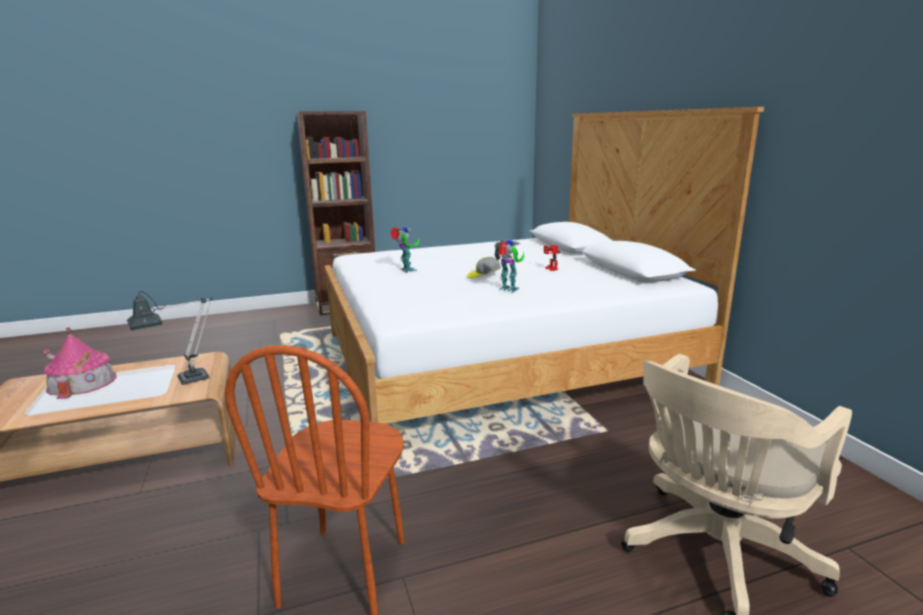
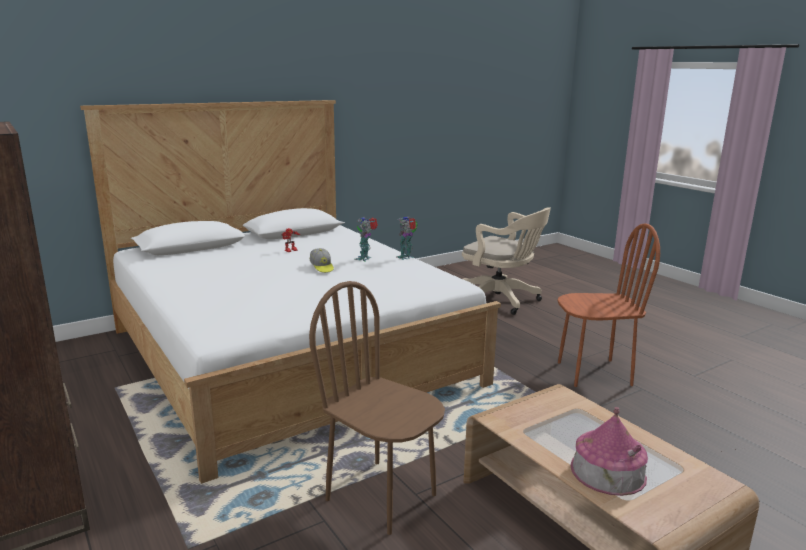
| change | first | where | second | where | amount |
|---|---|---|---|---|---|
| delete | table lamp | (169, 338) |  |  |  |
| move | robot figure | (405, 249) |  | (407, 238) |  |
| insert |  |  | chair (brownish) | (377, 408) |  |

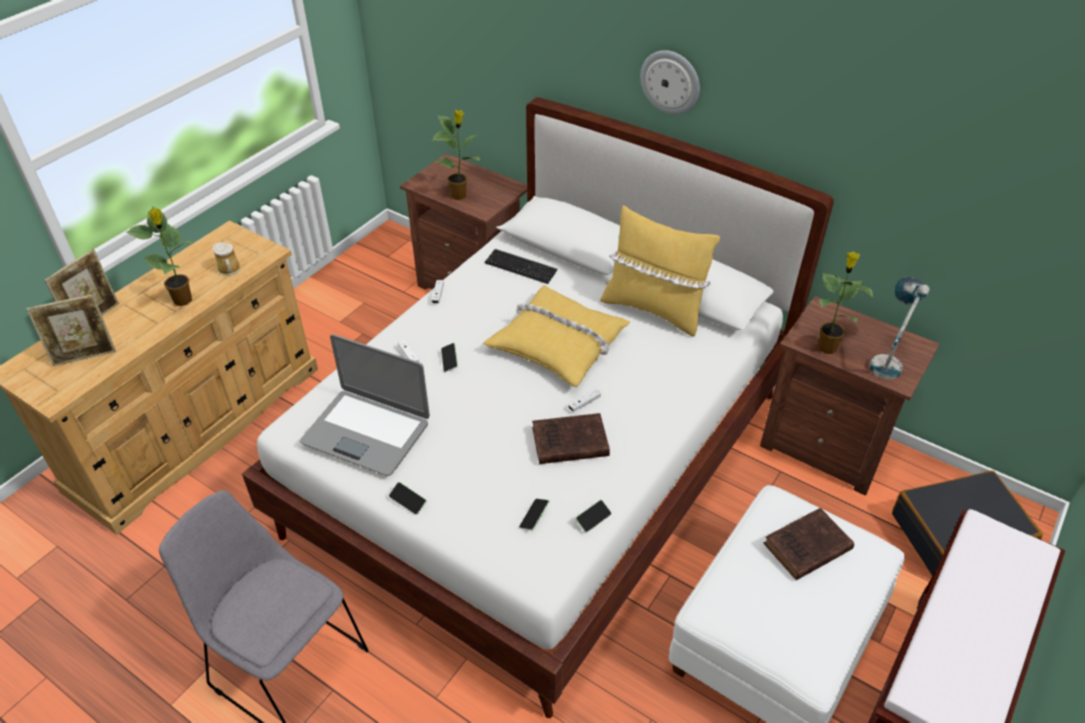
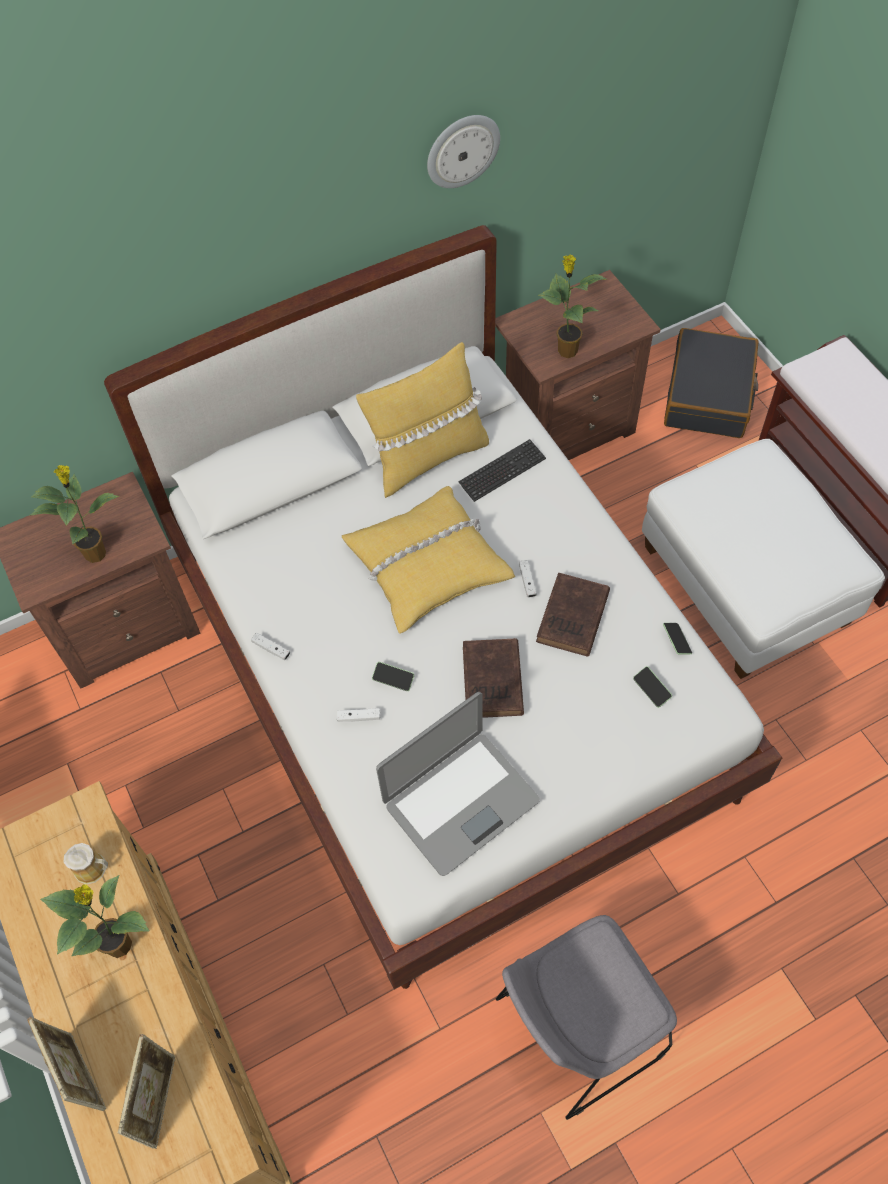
| change | first | where | second | where | amount |
|---|---|---|---|---|---|
| delete | phone | (407, 498) |  |  |  |
| move | PC keyboard | (521, 266) |  | (502, 470) |  |
| move | hanging clock | (670, 82) |  | (463, 151) |  |
| move | bound book (brownish) | (809, 544) |  | (493, 678) |  |
| delete | table lamp | (900, 328) |  |  |  |

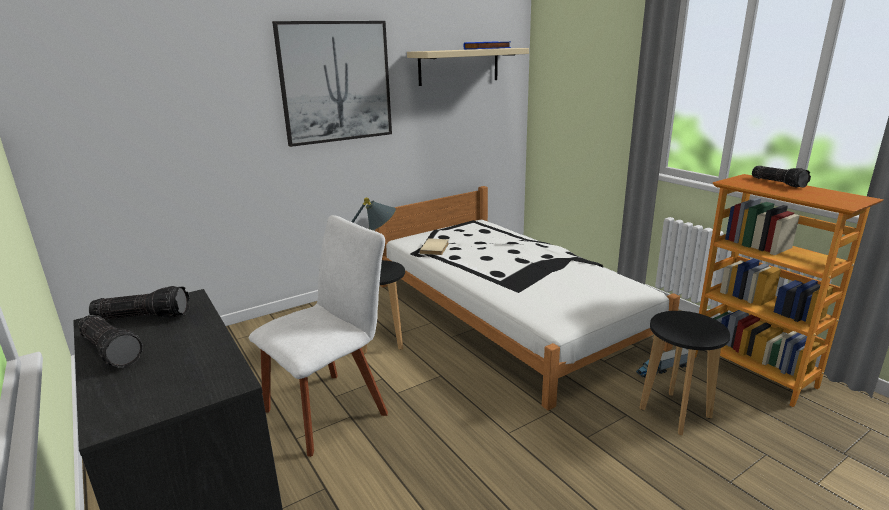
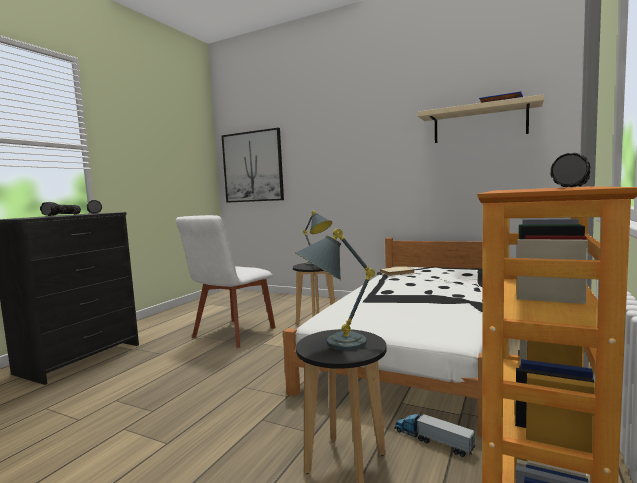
| change | first | where | second | where | amount |
|---|---|---|---|---|---|
| rotate | chair (whitish) | (318, 336) |  | (226, 281) | 105 degrees clockwise |
| move | picture | (332, 84) |  | (252, 165) |  |
| insert |  |  | table lamp (greyish) | (335, 290) |  |

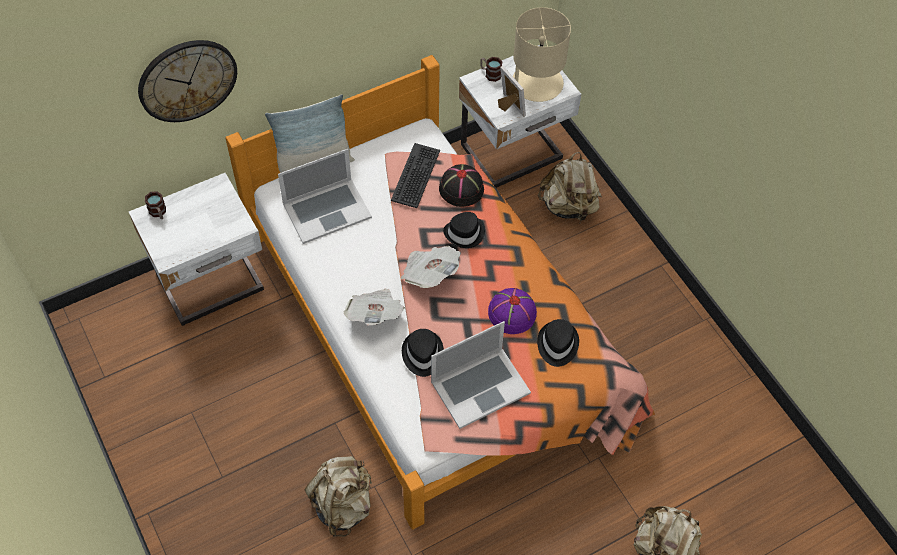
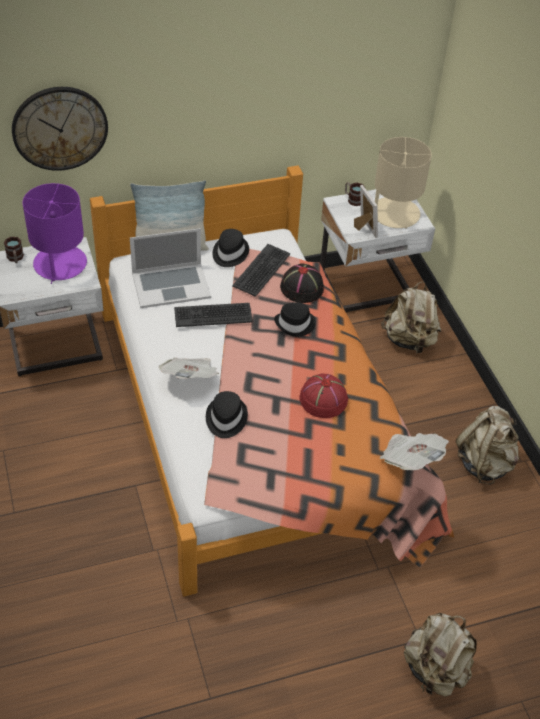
| change | first | where | second | where | amount |
|---|---|---|---|---|---|
| move | backpack (beige-coloured) | (338, 496) |  | (487, 445) |  |
| move | printed paper | (431, 267) |  | (414, 451) |  |
| delete | laptop | (481, 375) |  |  |  |
| recolor | clothing hat (purple) | (512, 311) | clothing hat (red) | (324, 395) |  |
| move | clothing hat (blackish) | (558, 343) |  | (230, 248) |  |
| insert |  |  | table lamp (purple) | (54, 233) |  |
| insert |  |  | PC keyboard | (213, 315) |  |

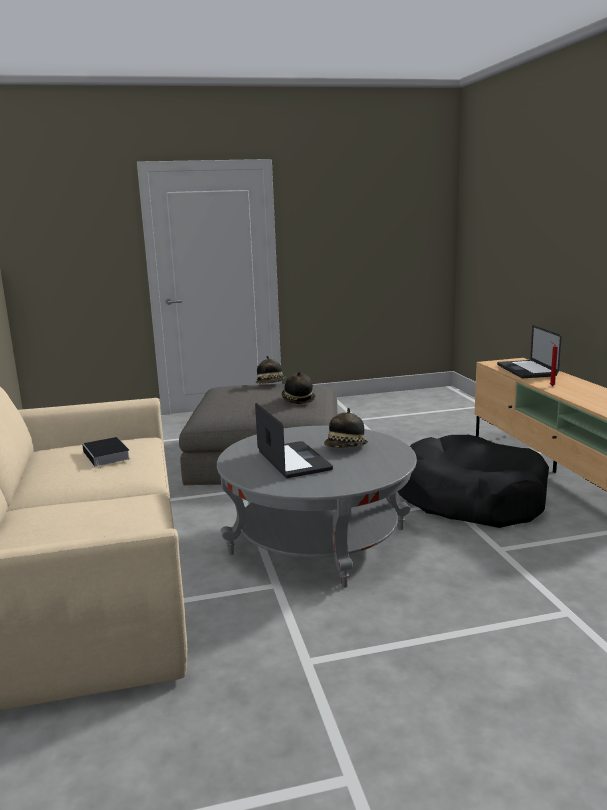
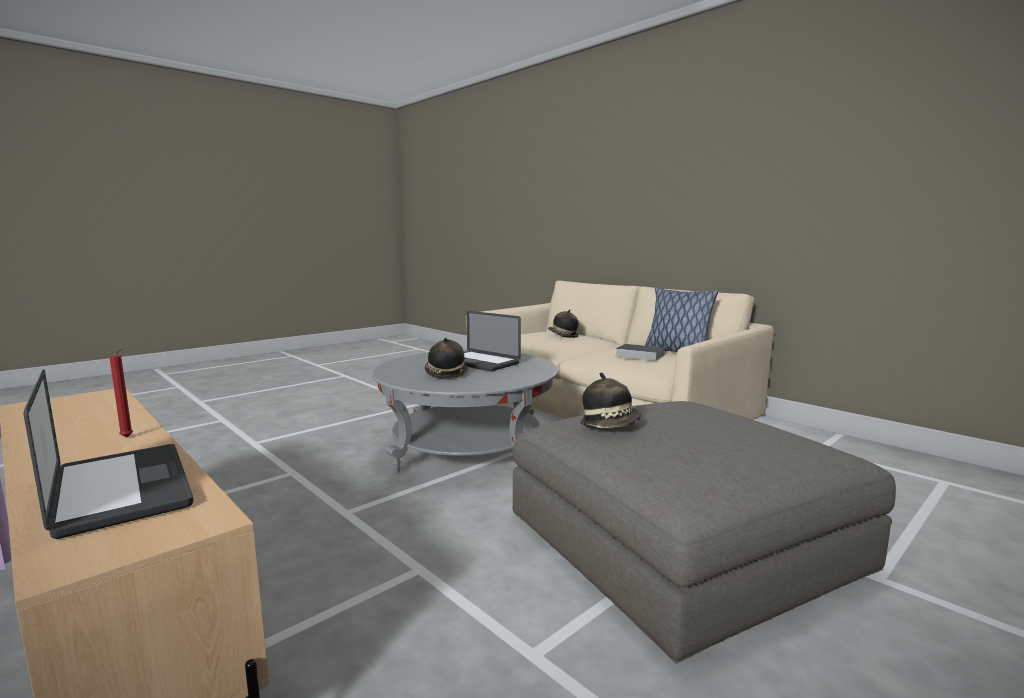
| change | first | where | second | where | amount |
|---|---|---|---|---|---|
| move | clothing hat | (271, 370) |  | (563, 323) |  |
| delete | dog cushion (blackish) | (473, 481) |  |  |  |
| insert |  |  | cushion | (681, 320) |  |

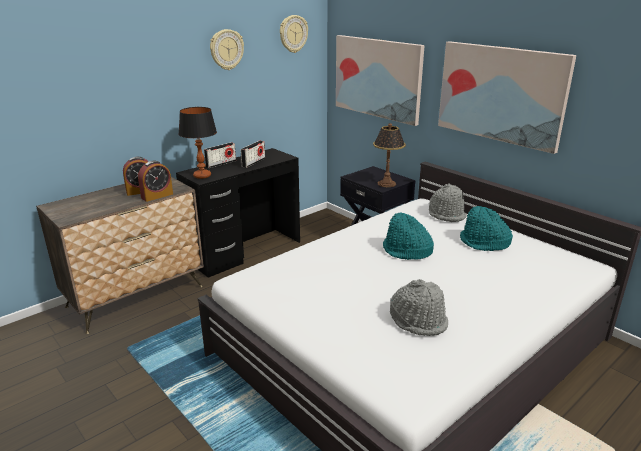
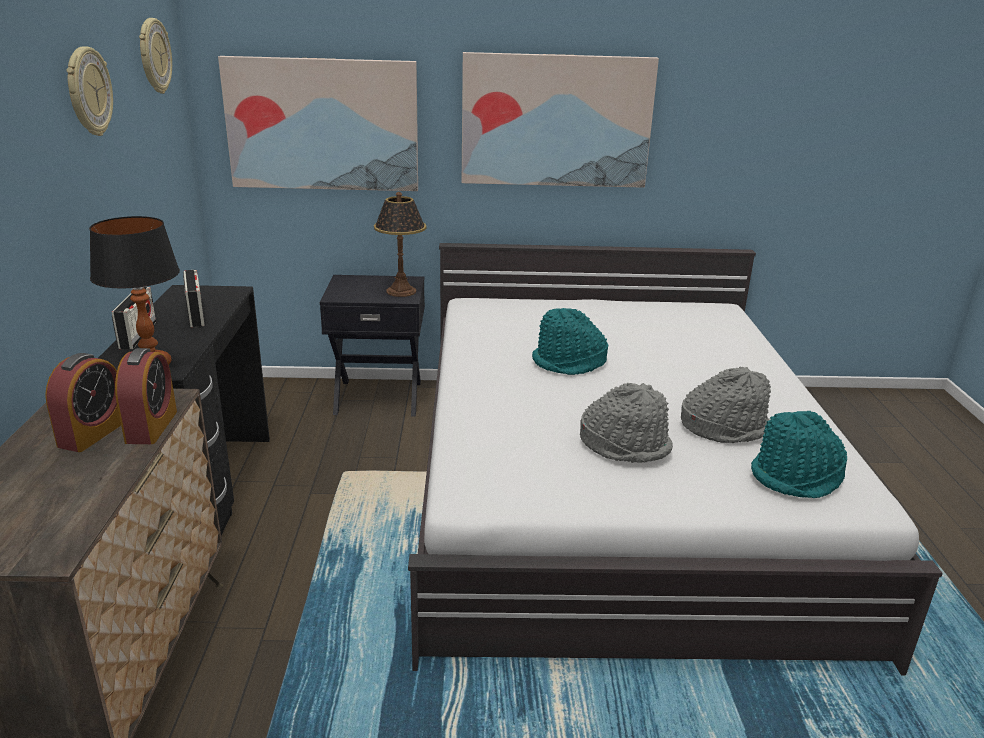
| change | first | where | second | where | amount |
|---|---|---|---|---|---|
| move | clothing hat (greyish) | (448, 202) |  | (626, 423) |  |
| move | clothing hat (blue-green) | (486, 228) |  | (799, 454) |  |

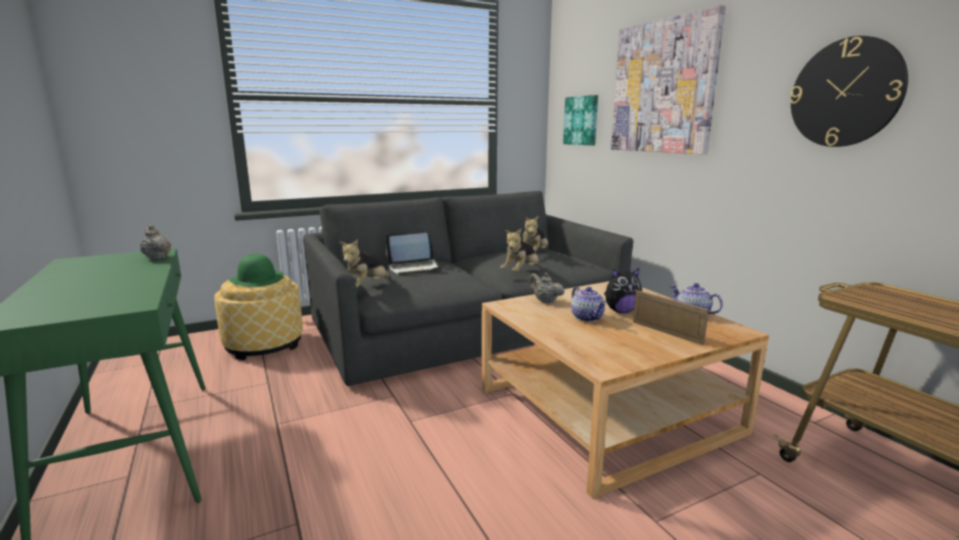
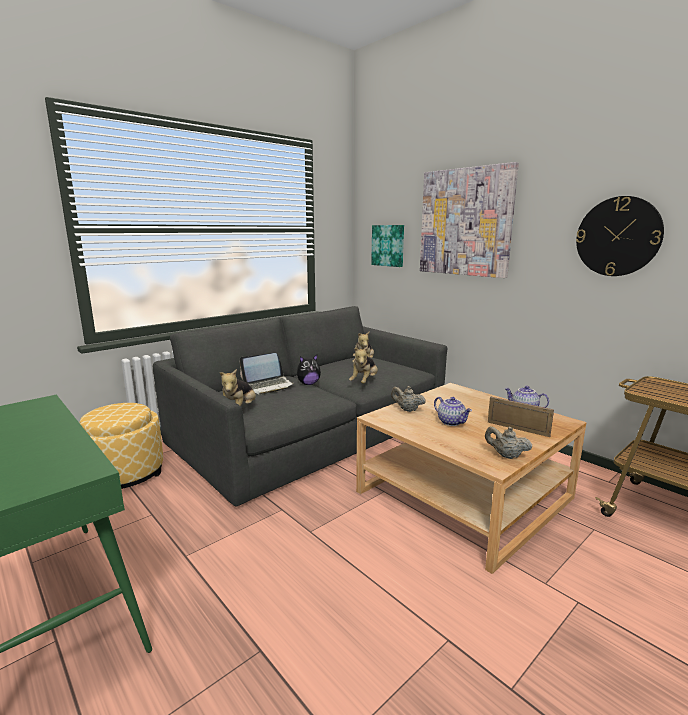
| change | first | where | second | where | amount |
|---|---|---|---|---|---|
| move | teapot (beige-coloured) | (155, 242) |  | (508, 442) |  |
| delete | clothing hat (green-coloured) | (256, 270) |  |  |  |
| move | soft toy | (623, 290) |  | (309, 370) |  |

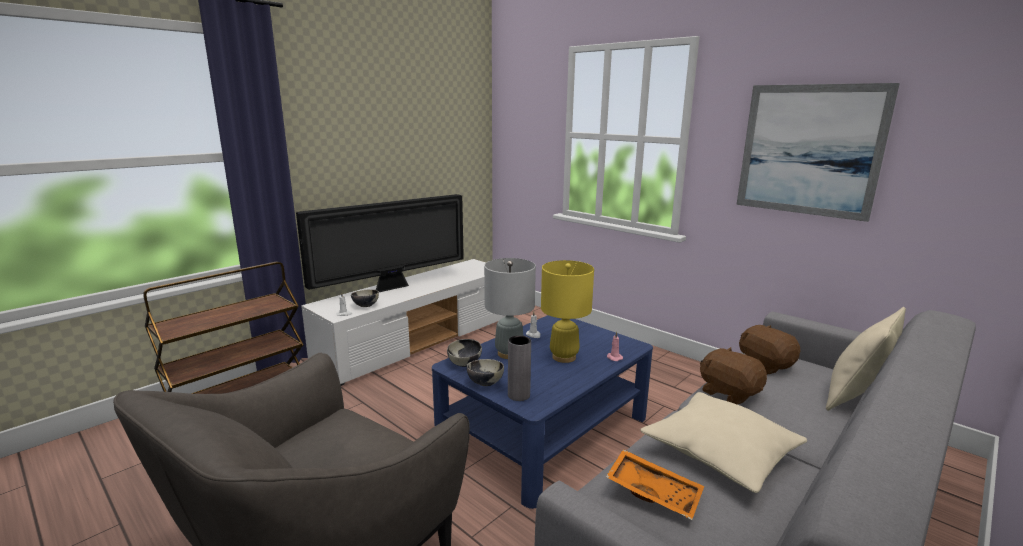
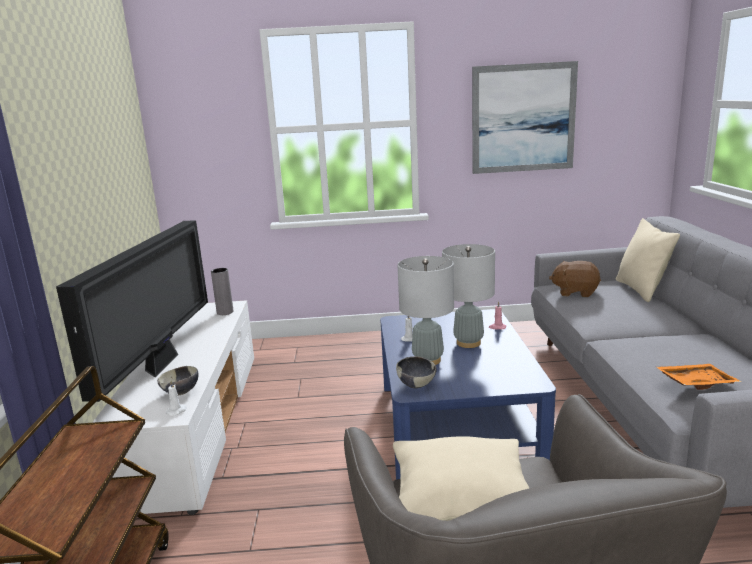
| change | first | where | second | where | amount |
|---|---|---|---|---|---|
| delete | bowl | (485, 372) |  |  |  |
| move | decorative vase (greyish) | (519, 368) |  | (222, 291) |  |
| recolor | table lamp (yellow) | (567, 311) | table lamp (greyish) | (468, 296) |  |
| move | cushion (beige-coloured) | (723, 442) |  | (461, 478) |  |
| delete | soft toy (brownish) | (733, 376) |  |  |  |

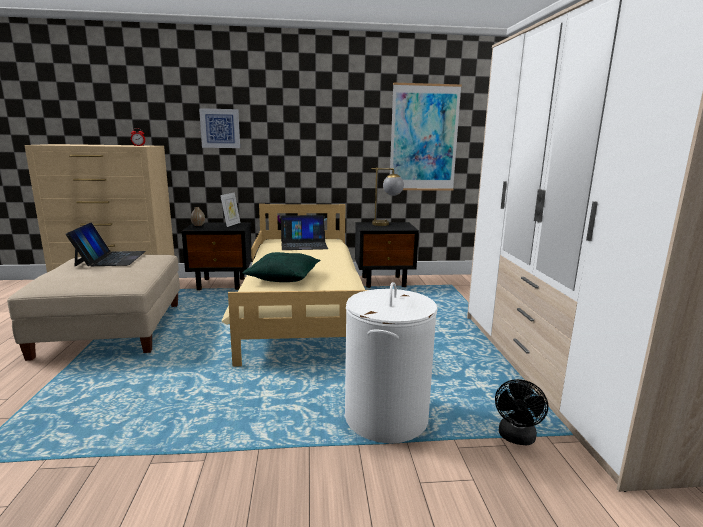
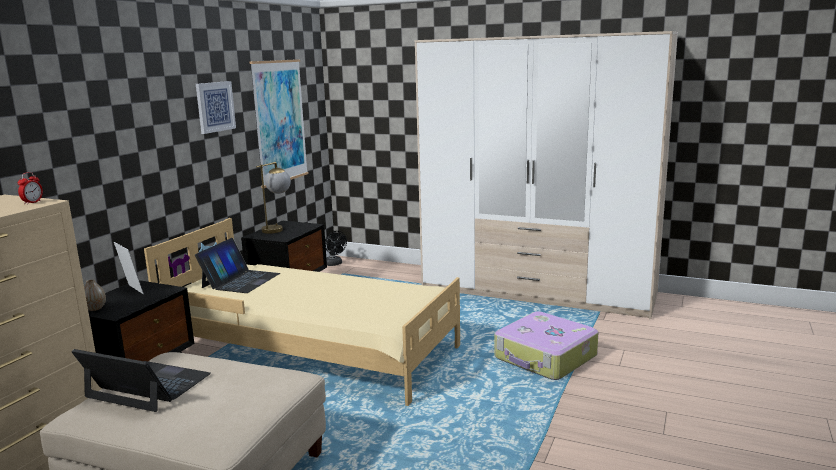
| change | first | where | second | where | amount |
|---|---|---|---|---|---|
| move | picture | (219, 128) |  | (216, 107) |  |
| delete | cushion (green-coloured) | (281, 267) |  |  |  |
| replace | laundry basket (whitish) | (391, 363) | suitcase | (546, 345) |  |
| move | cooling fan (blackish) | (521, 412) |  | (336, 248) |  |

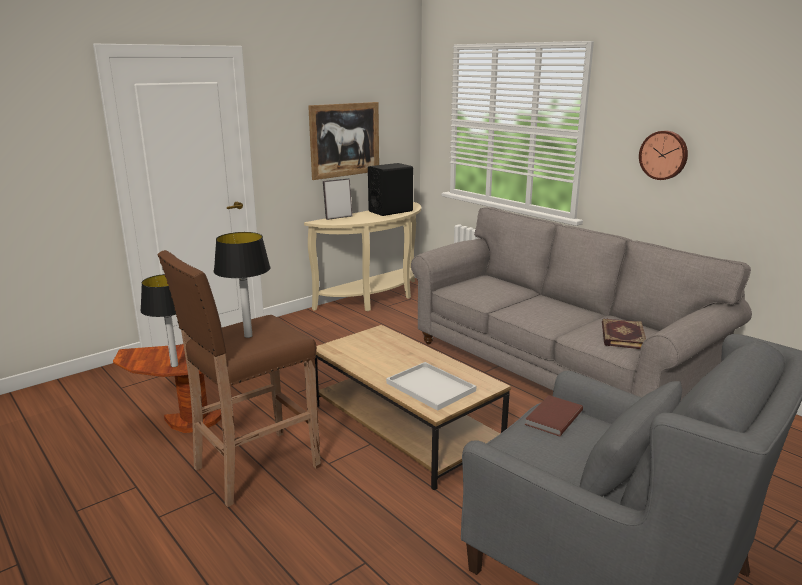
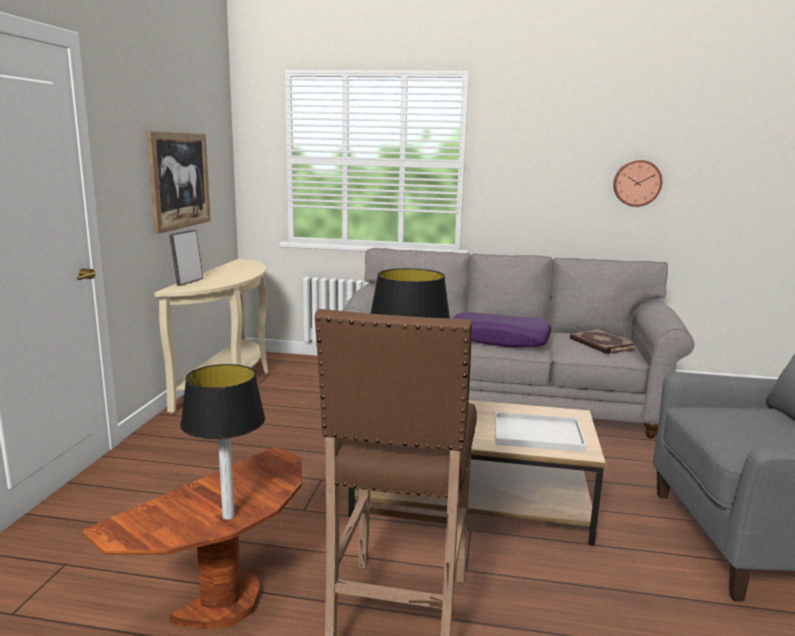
| change | first | where | second | where | amount |
|---|---|---|---|---|---|
| delete | loudspeaker (blackish) | (390, 189) |  |  |  |
| delete | bound book (brownish) | (554, 415) |  |  |  |
| move | hanging clock | (663, 155) |  | (637, 183) |  |
| insert |  |  | cushion (purple) | (502, 330) |  |

